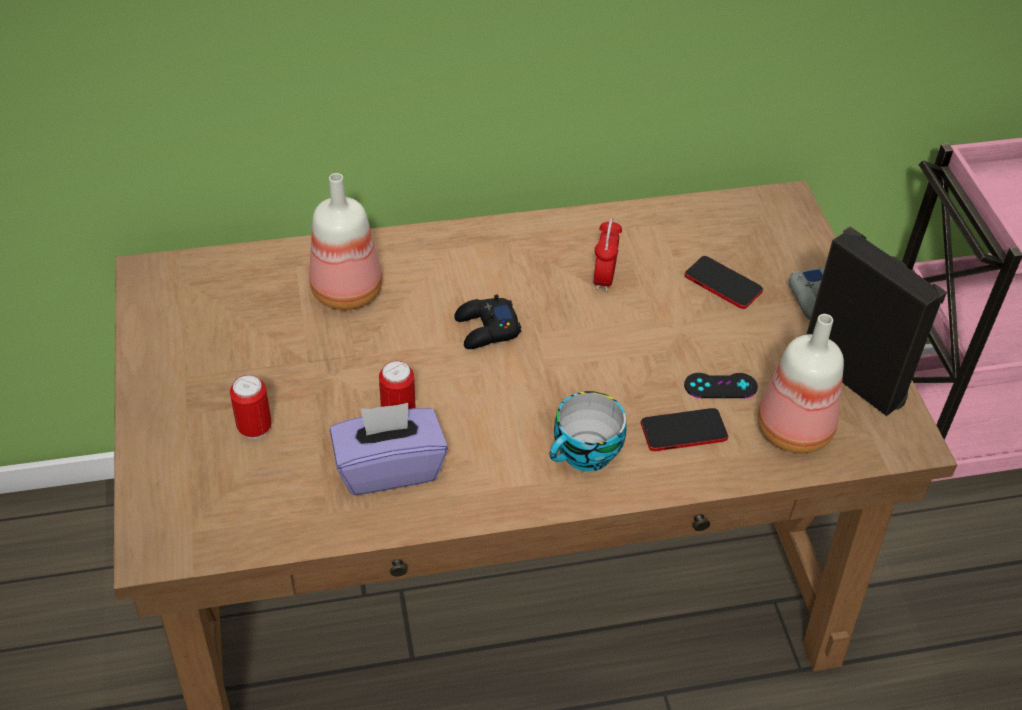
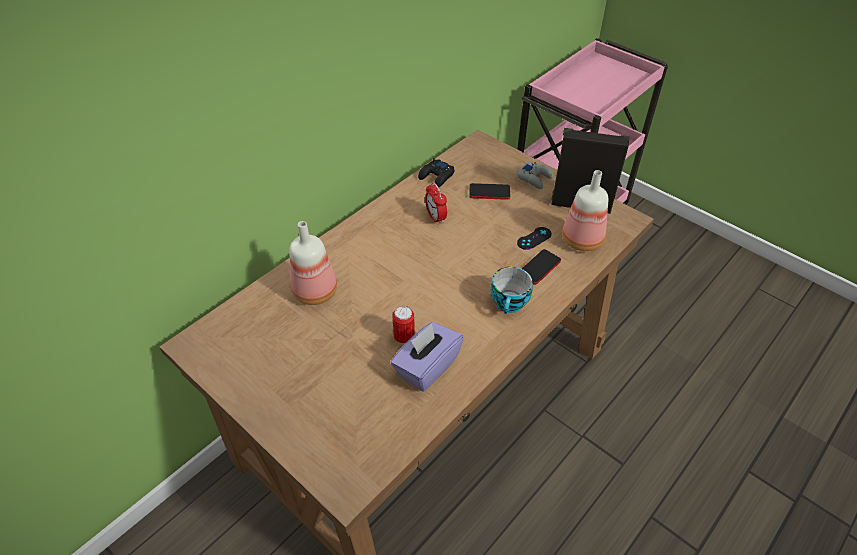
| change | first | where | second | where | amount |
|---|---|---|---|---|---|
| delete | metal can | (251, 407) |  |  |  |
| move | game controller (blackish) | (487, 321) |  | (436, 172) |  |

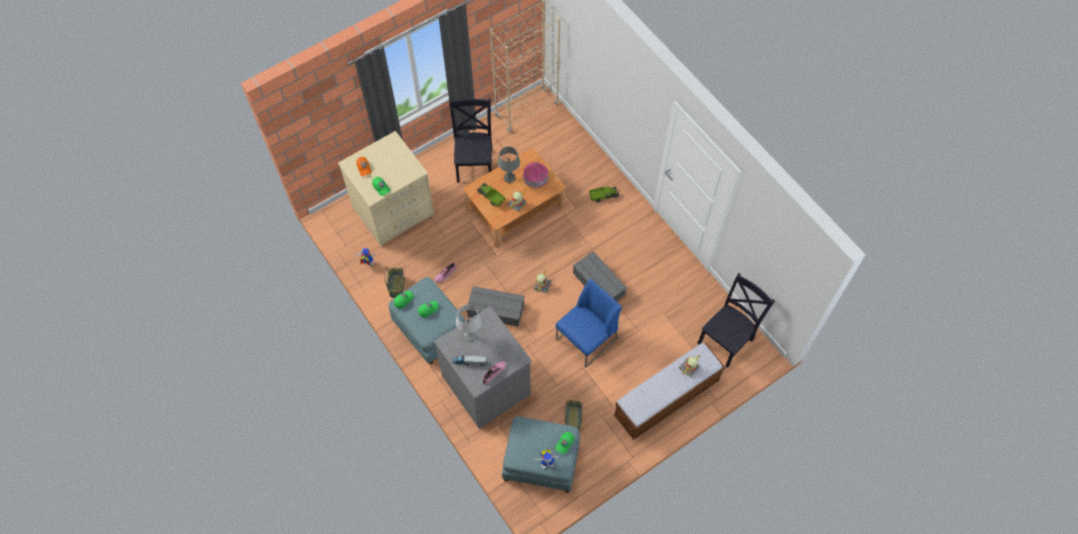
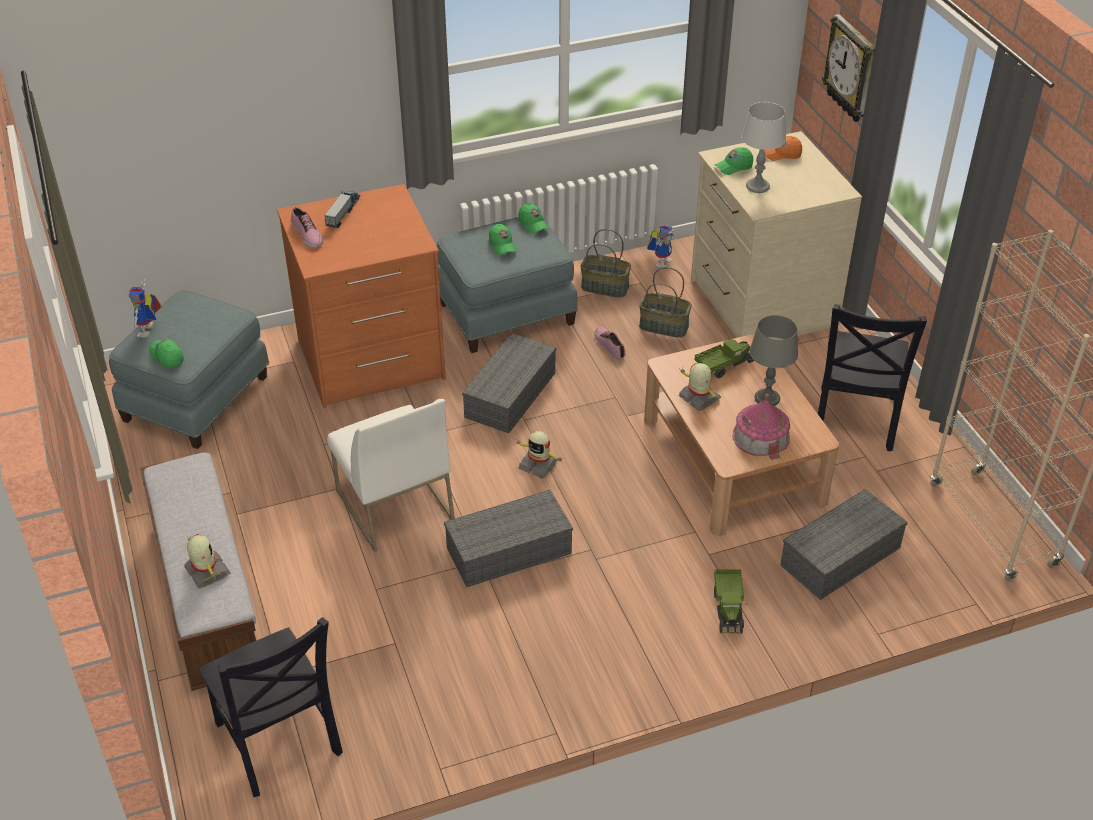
| change | first | where | second | where | amount |
|---|---|---|---|---|---|
| recolor | chest of drawers (greyish) | (483, 367) | chest of drawers (orange-coloured) | (361, 296) |  |
| rotate | chair (blackish) | (470, 140) |  | (872, 377) | 90 degrees clockwise |
| move | table lamp (greyish) | (468, 323) |  | (763, 147) |  |
| recolor | chair (blue) | (589, 323) | chair (whitish) | (391, 475) |  |
| move | basket | (574, 415) |  | (665, 302) |  |
| insert |  |  | storage container (greyish) | (844, 544) |  |
| insert |  |  | hanging clock | (848, 68) |  |

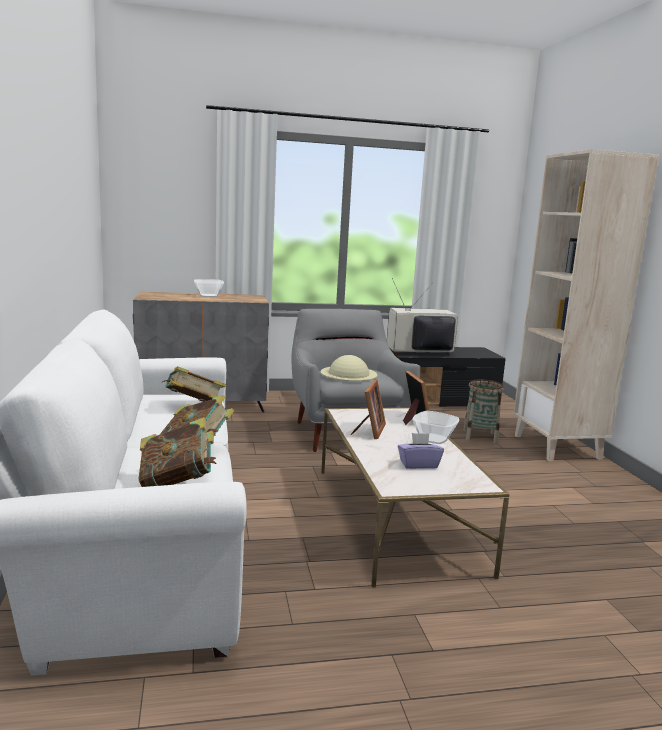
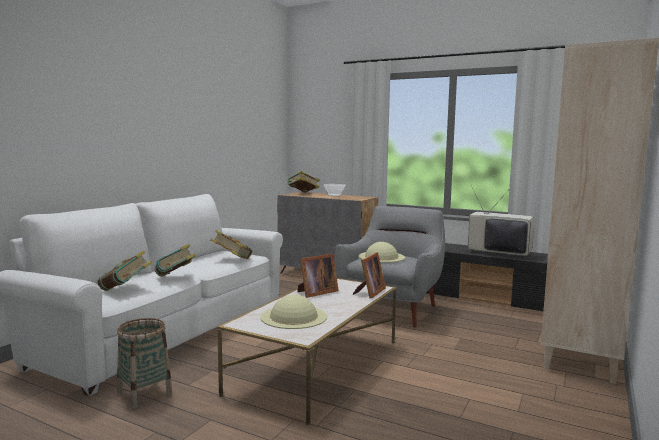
| change | first | where | second | where | amount |
|---|---|---|---|---|---|
| replace | tissue holder (purple) | (421, 451) | clothing hat (beige-coloured) | (294, 312) |  |
| delete | bowl | (436, 427) |  |  |  |
| move | basket | (483, 412) |  | (145, 363) |  |
| insert |  |  | bound book | (303, 182) |  |

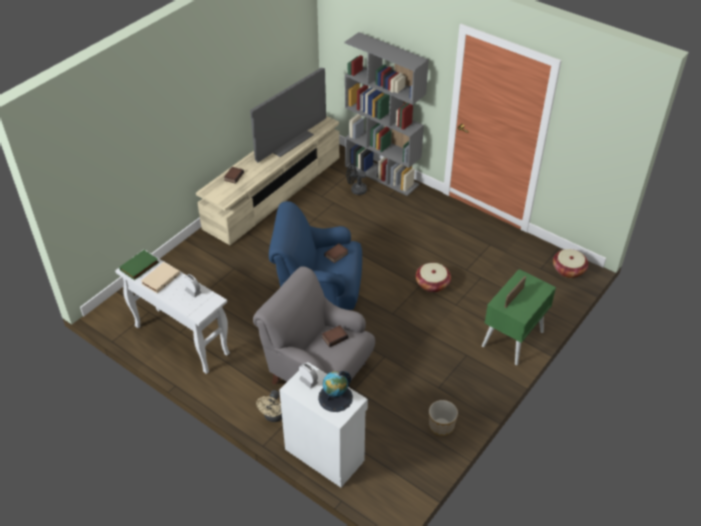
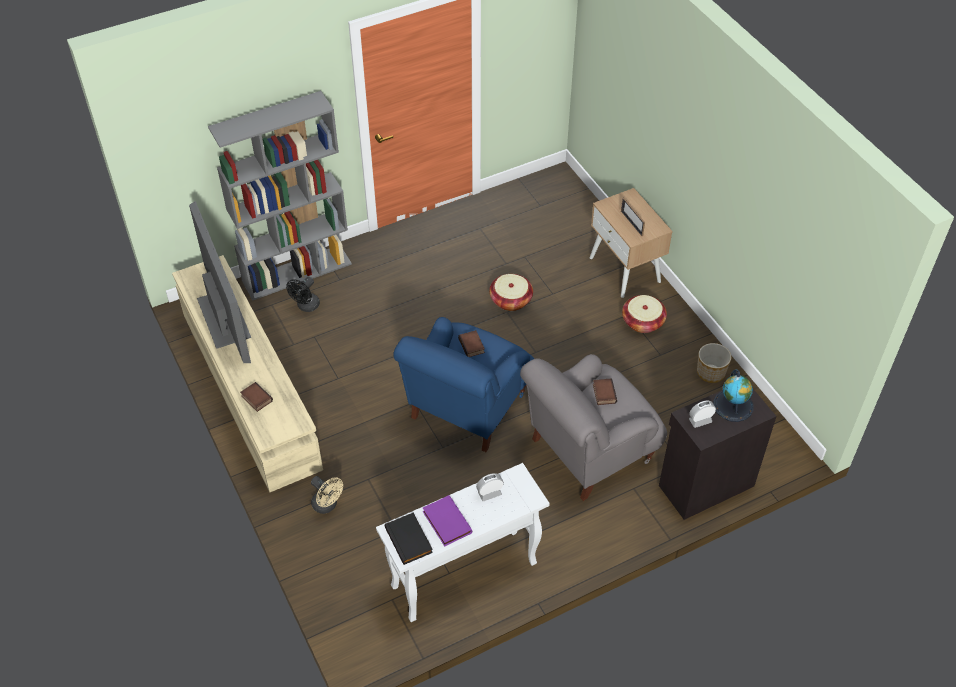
| change | first | where | second | where | amount |
|---|---|---|---|---|---|
| recolor | bound book (green-coloured) | (139, 265) | bound book (blackish) | (409, 538) |  |
| recolor | bound book (beige-coloured) | (160, 277) | bound book (purple) | (447, 521) |  |
| move | cooling fan (beige-coloured) | (269, 406) |  | (327, 495) |  |
| recolor | cabinet (whitish) | (323, 424) | cabinet (blackish) | (718, 454) |  |
| recolor | bedside table (green-coloured) | (519, 317) | bedside table (beige-coloured) | (631, 243) |  |
| move | basket | (570, 263) |  | (644, 314) |  |

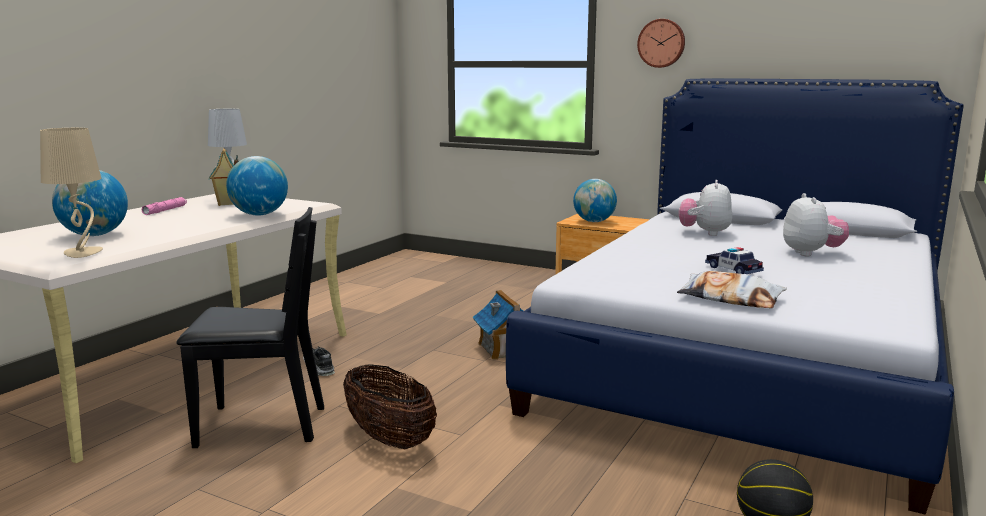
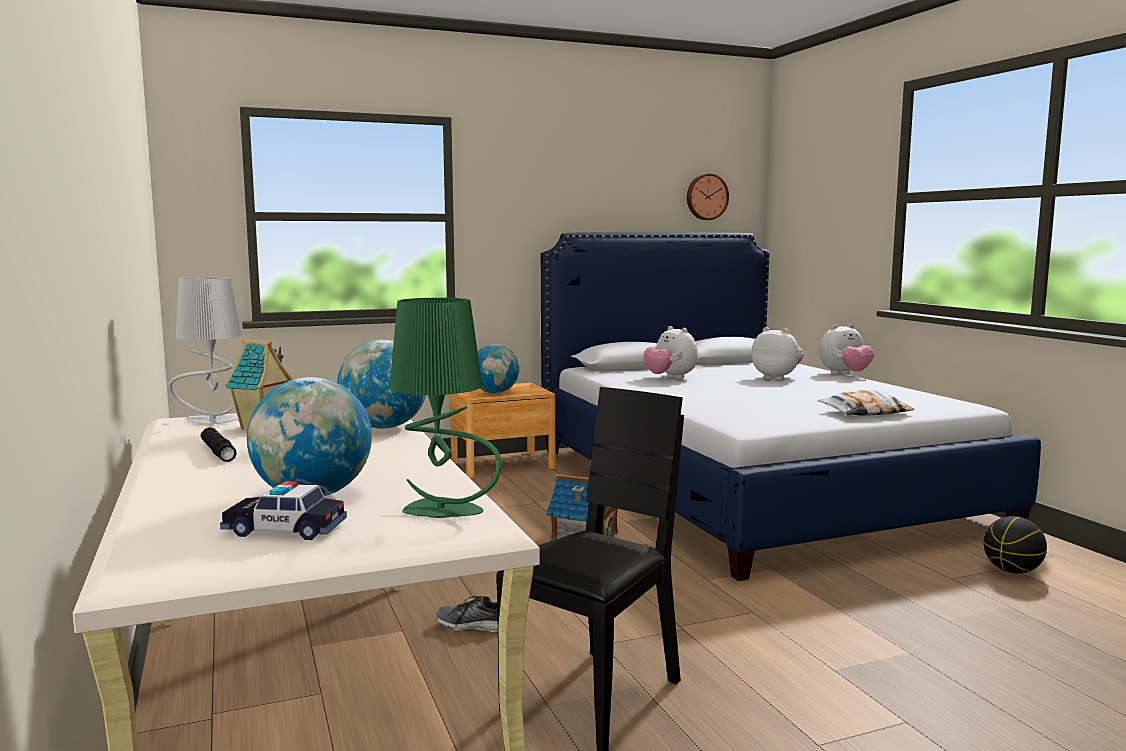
| change | first | where | second | where | amount |
|---|---|---|---|---|---|
| recolor | table lamp (beige-coloured) | (71, 193) | table lamp (green-coloured) | (445, 408) |  |
| recolor | torch (pinkish) | (164, 206) | torch (blackish) | (219, 444) |  |
| delete | basket | (390, 407) |  |  |  |
| move | hanging clock | (661, 43) |  | (708, 197) |  |
| move | toy car | (734, 260) |  | (283, 510) |  |
| insert |  |  | soft toy | (846, 349) |  |

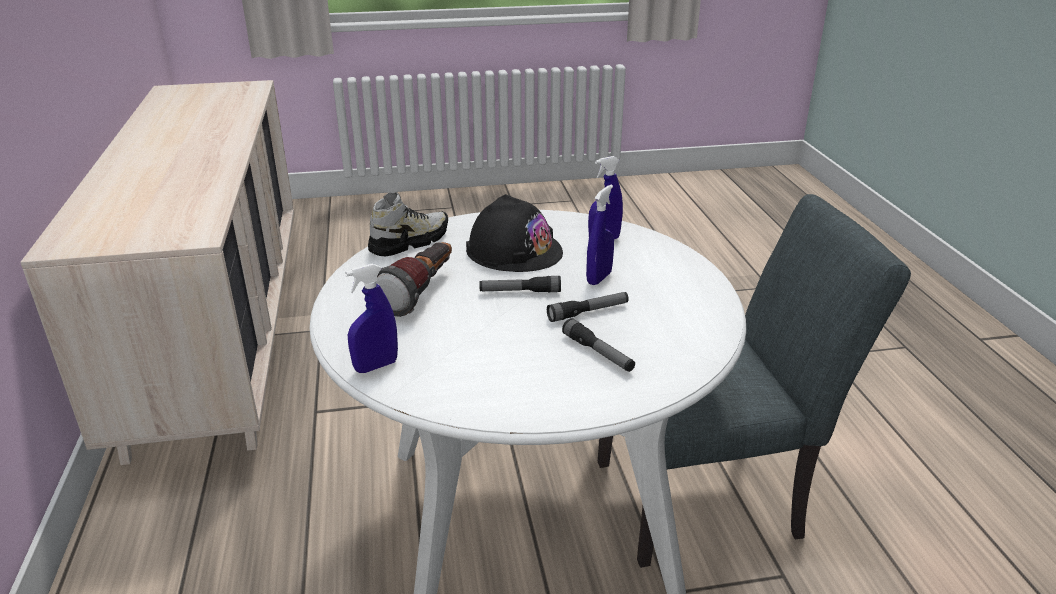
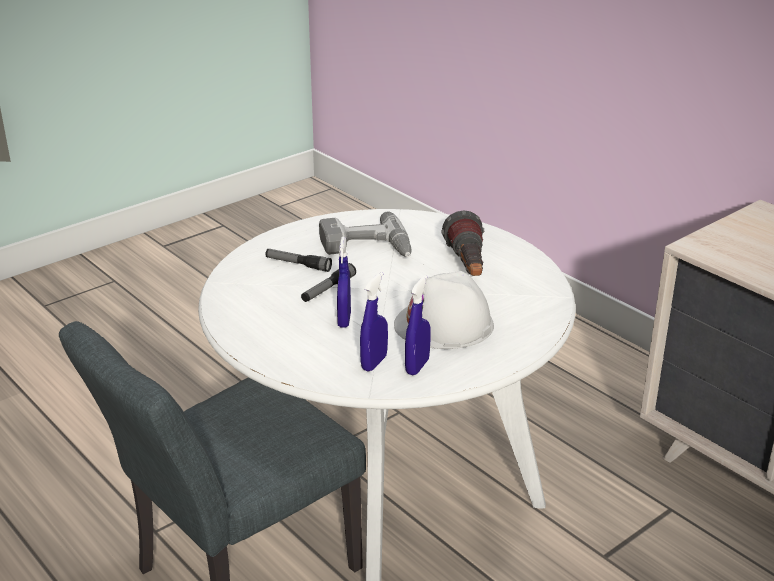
| change | first | where | second | where | amount |
|---|---|---|---|---|---|
| move | spray bottle (blue) | (371, 318) |  | (418, 325) |  |
| delete | item of footwear | (408, 224) |  |  |  |
| recolor | hard hat (blackish) | (514, 233) | hard hat (whitish) | (444, 310) |  |
| delete | torch | (520, 284) |  |  |  |
| insert |  |  | drill | (365, 234) |  |

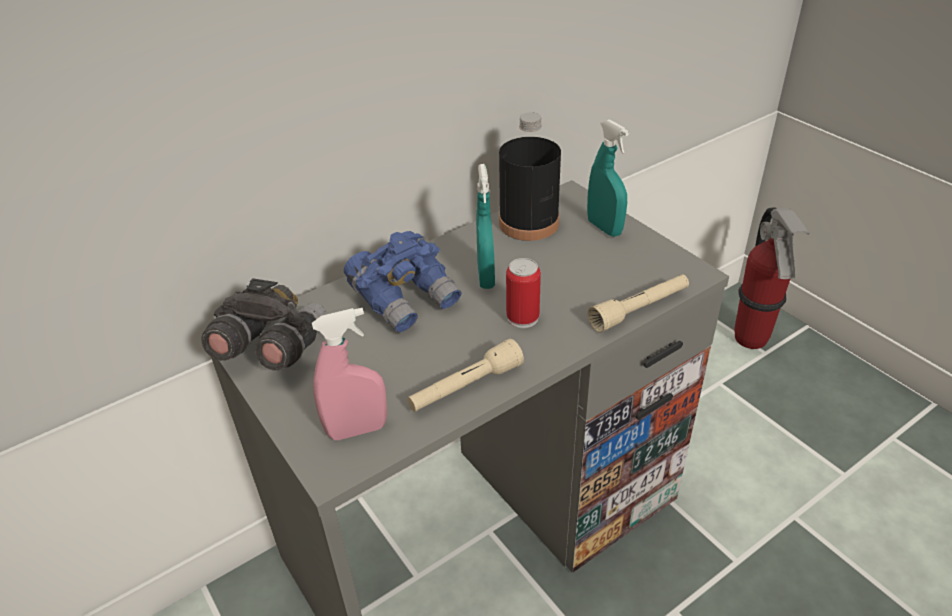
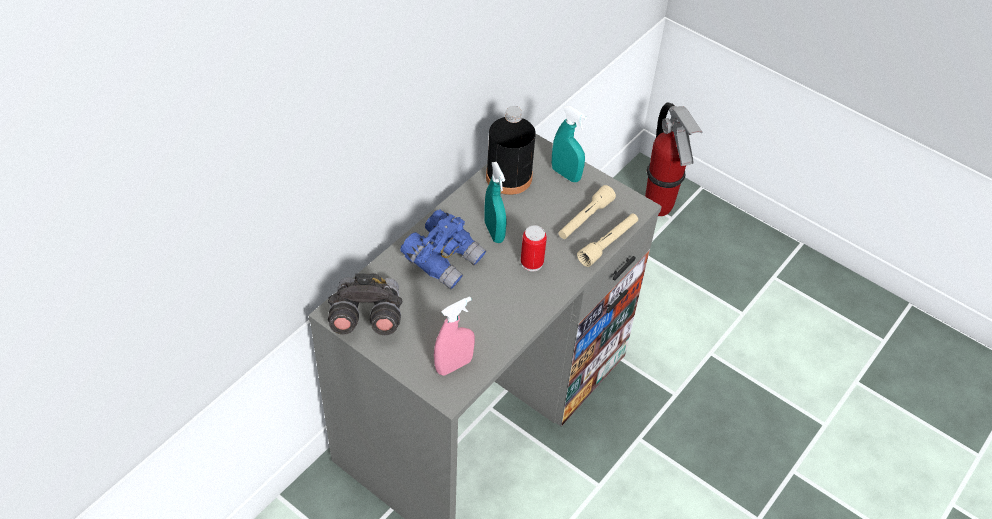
| change | first | where | second | where | amount |
|---|---|---|---|---|---|
| move | torch (beige-coloured) | (465, 375) |  | (587, 212) |  |

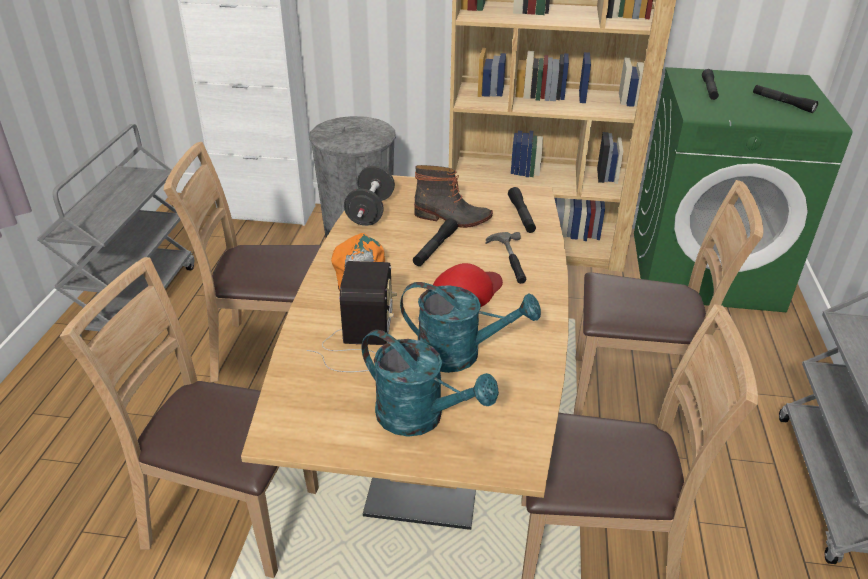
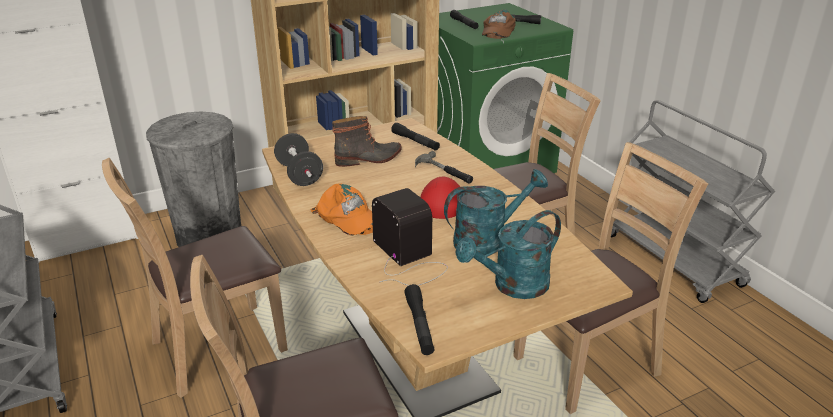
| change | first | where | second | where | amount |
|---|---|---|---|---|---|
| rotate | watering pot (blue-green) | (430, 383) |  | (508, 254) | 150 degrees clockwise |
| move | torch (blackish) | (435, 242) |  | (419, 319) |  |
| insert |  |  | baseball cap (brownish) | (499, 24) |  |

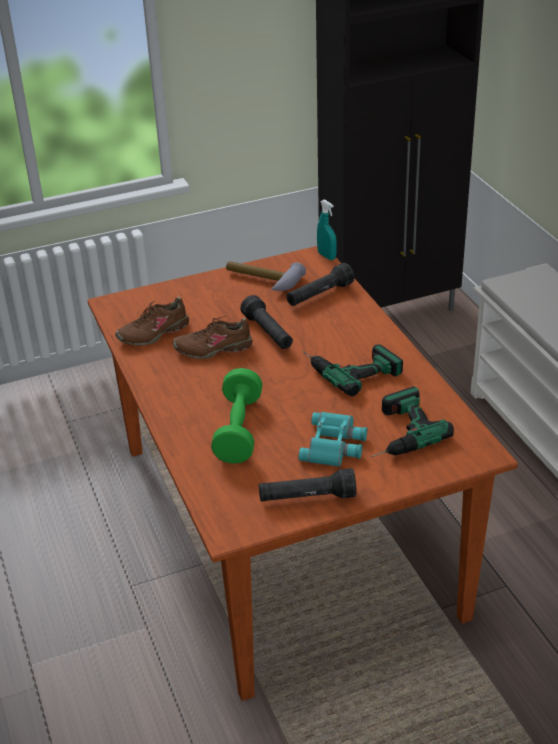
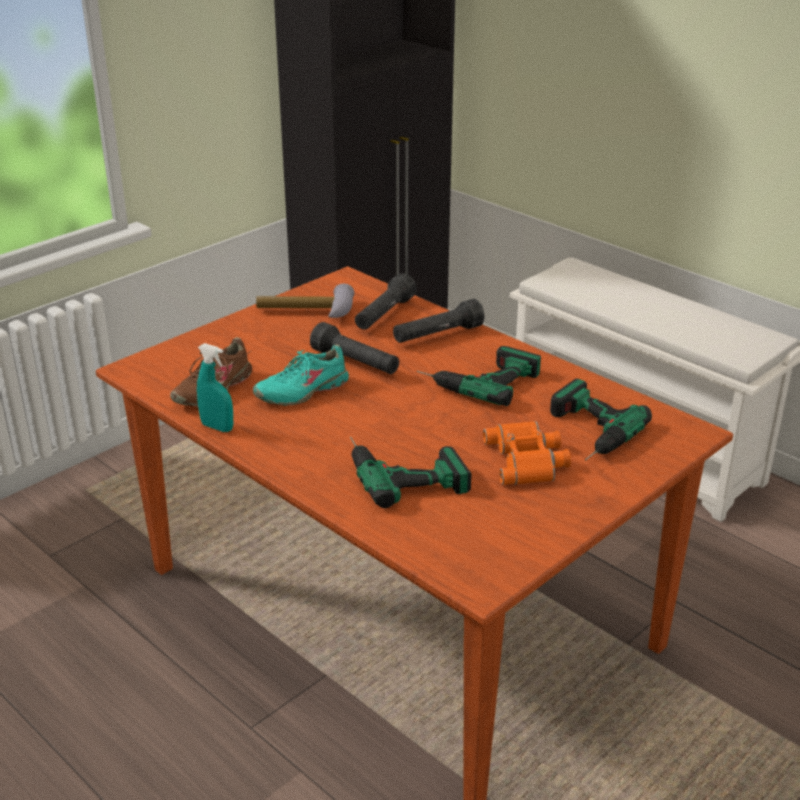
| change | first | where | second | where | amount |
|---|---|---|---|---|---|
| recolor | item of footwear (brownish) | (213, 337) | item of footwear (blue-green) | (301, 375) |  |
| replace | dumbbell (green-coloured) | (236, 416) | drill | (411, 472) |  |
| move | torch (blackish) | (307, 484) |  | (438, 321) |  |
| recolor | binoculars (blue-green) | (332, 439) | binoculars (orange-coloured) | (527, 453) |  |
| move | spray bottle (blue-green) | (327, 230) |  | (215, 387) |  |

